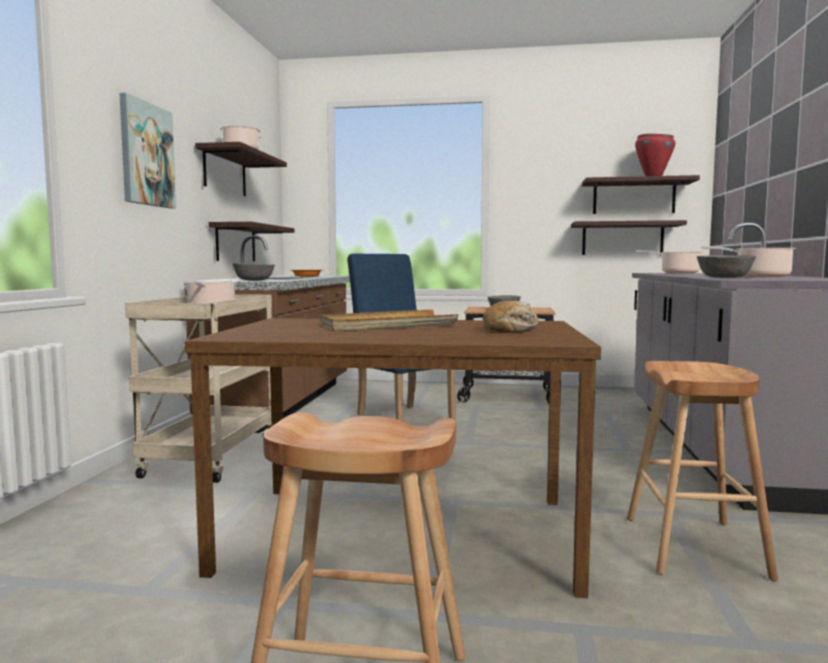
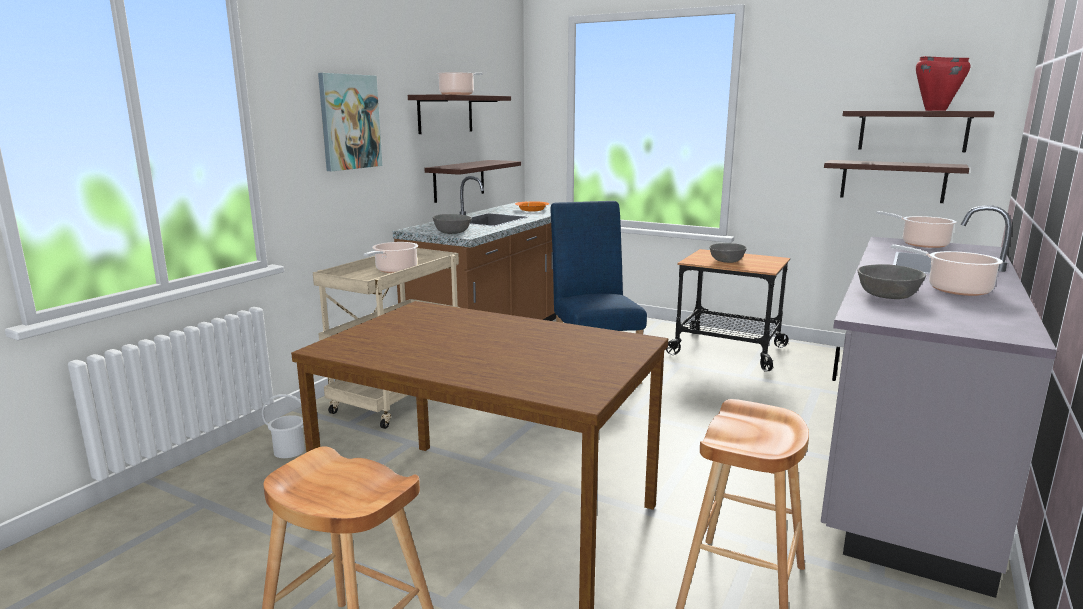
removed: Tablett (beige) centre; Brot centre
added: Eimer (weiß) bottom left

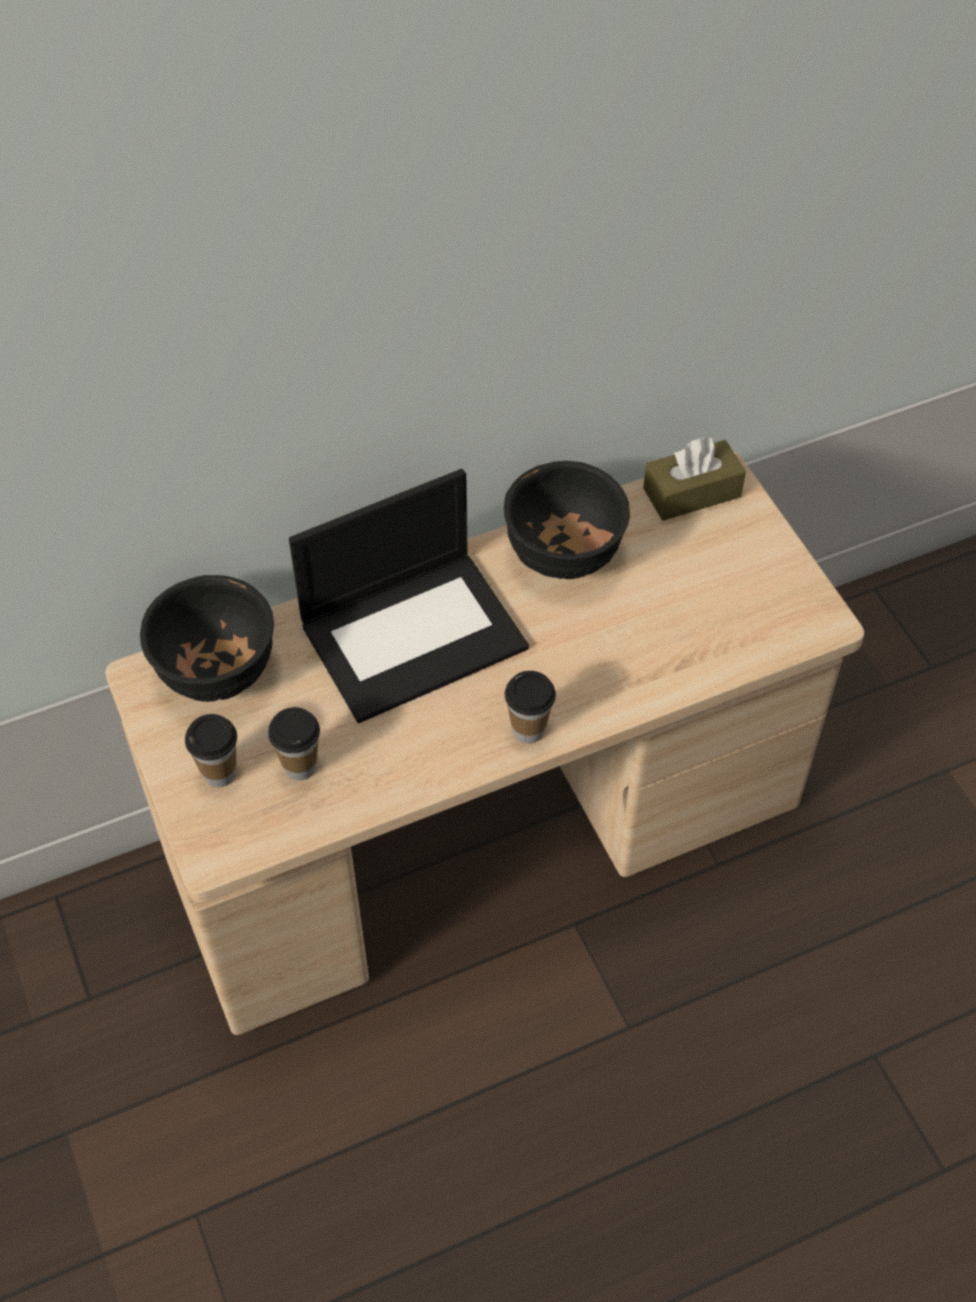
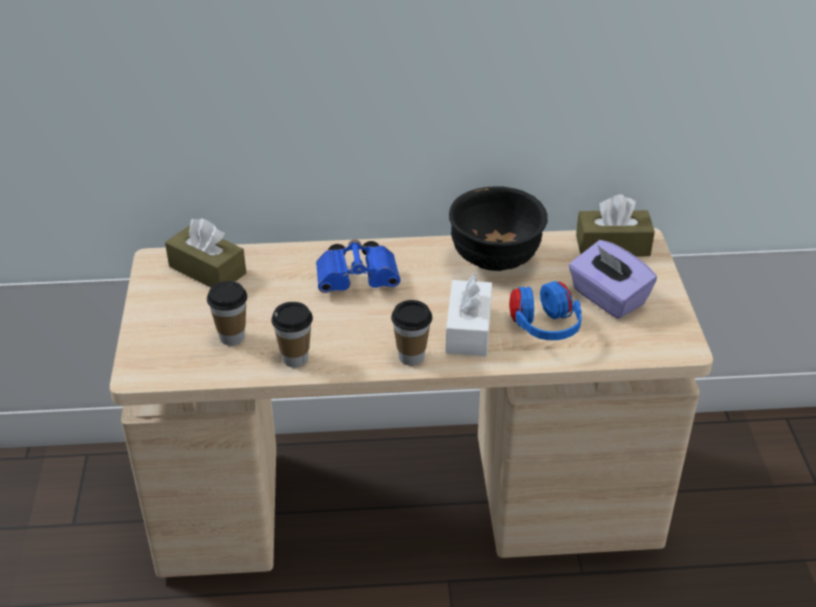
added: Taschentuchbox (weiß) centre; Kopfhörer (blau) middle right; Taschentuchbox (lila) middle right
moved: Tasse (1st from left in the first image) middle left to Tasse (2nd from left) centre
replaced: Schüssel (schwarz) (1st from left) middle left to Taschentuchbox (braun) (1st from left) middle left; Laptop centre to Fernglas (blau) centre

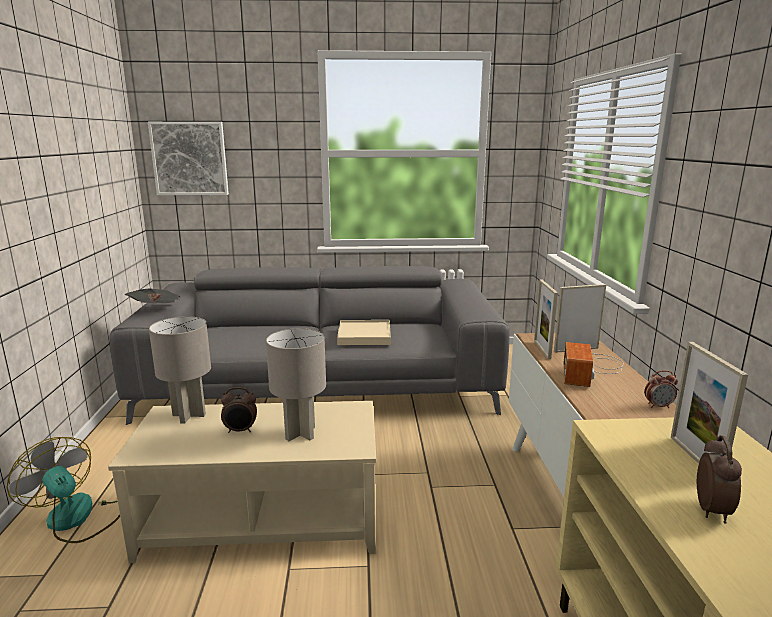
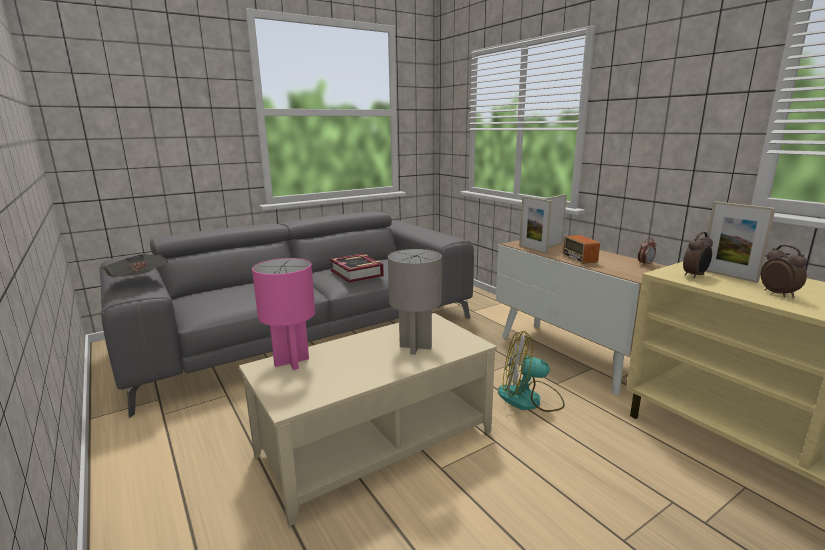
removed: Bild top left
moved: Ventilator bottom left to bottom centre; Wecker (1st from left in the first image) middle left to Wecker (2nd from left) middle right
replaced: Tablett (beige) centre to Buch centre
recoloured: Tischlampe (grau) (1st from left) middle left to Tischlampe (rosa) centre

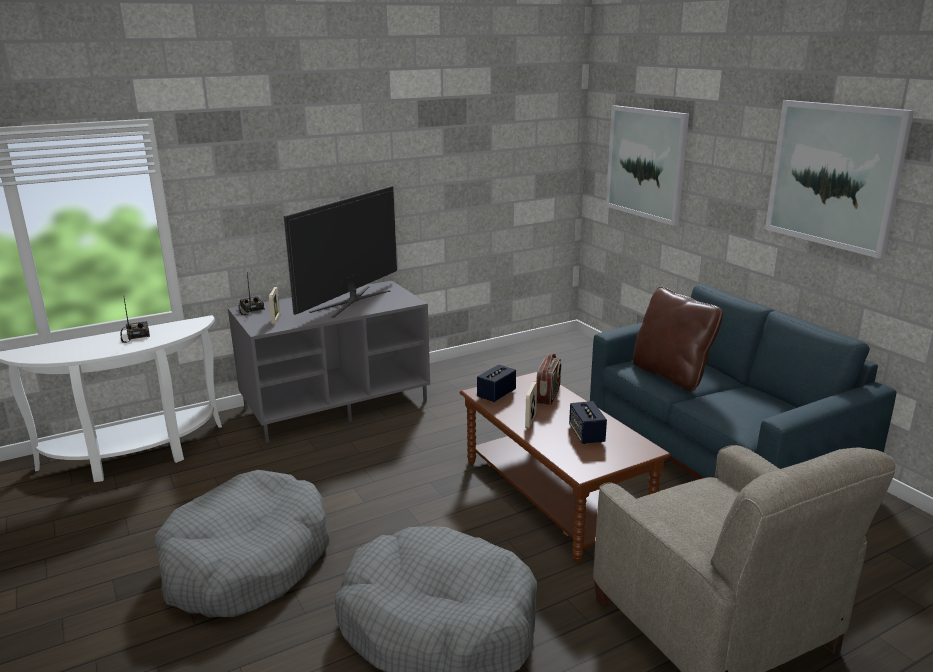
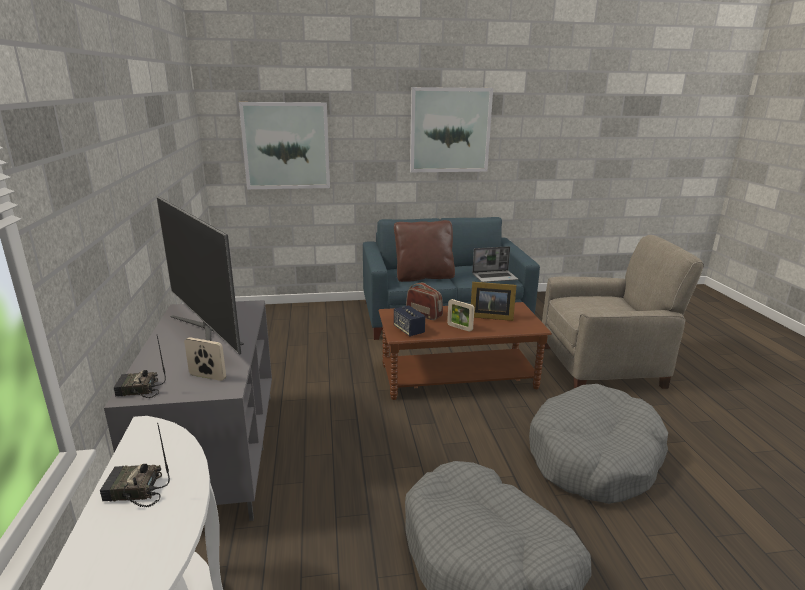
added: Laptop centre
replaced: Lautsprecher (2nd from left) centre to Bilderrahmen (3rd from left) centre

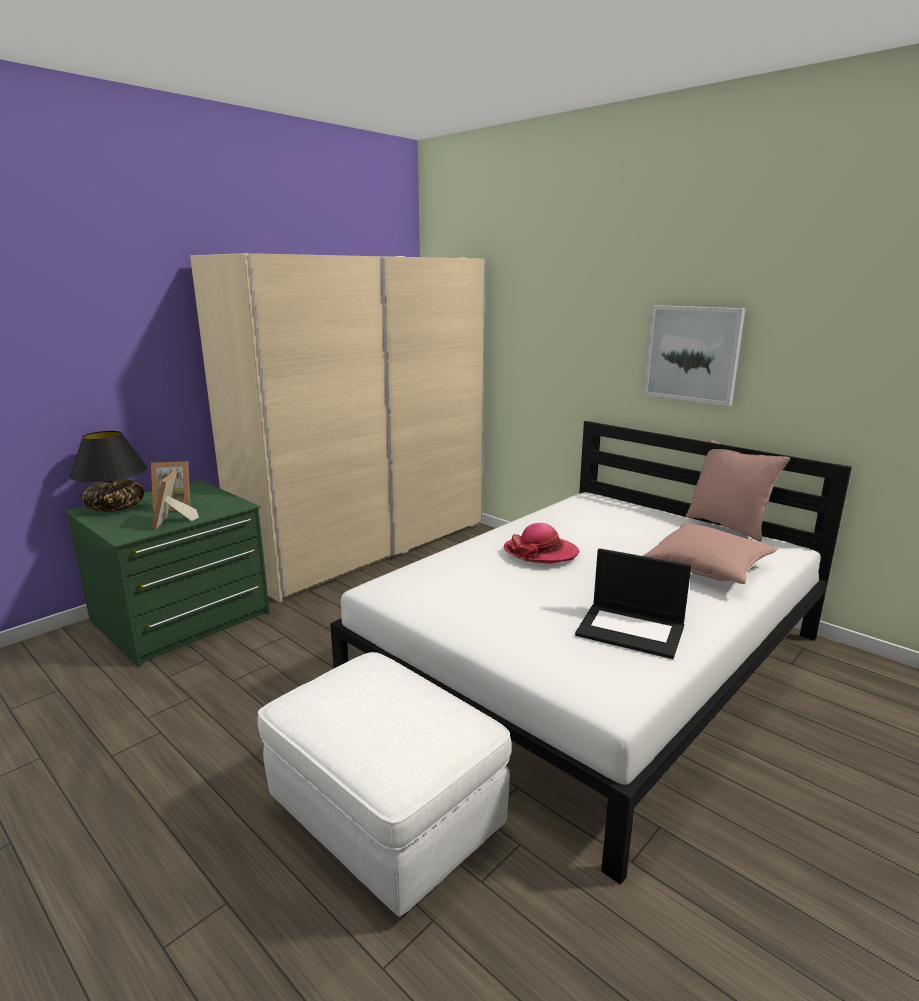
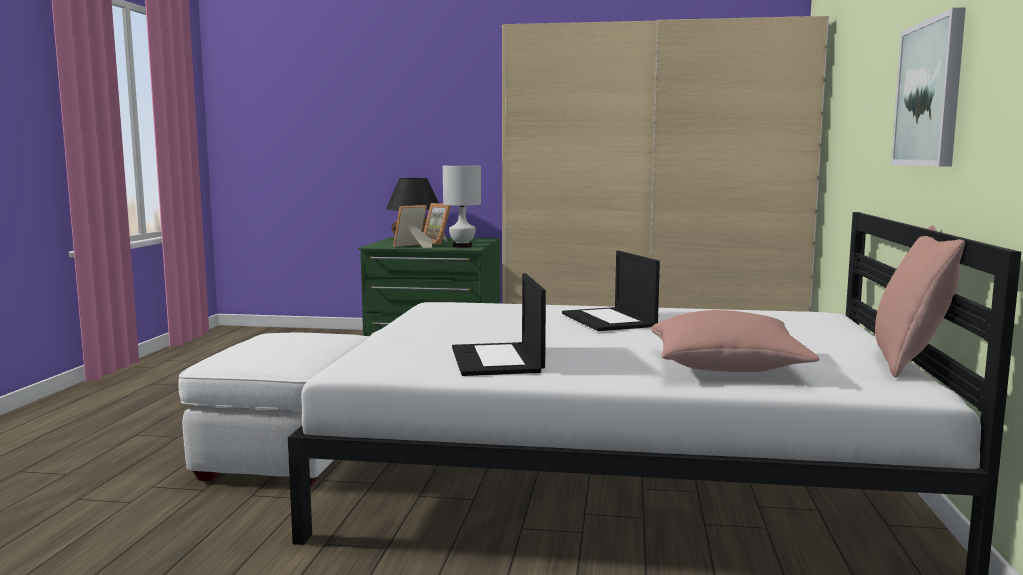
added: Tischlampe (weiß) centre
replaced: Hut centre to Laptop (2nd from left) centre

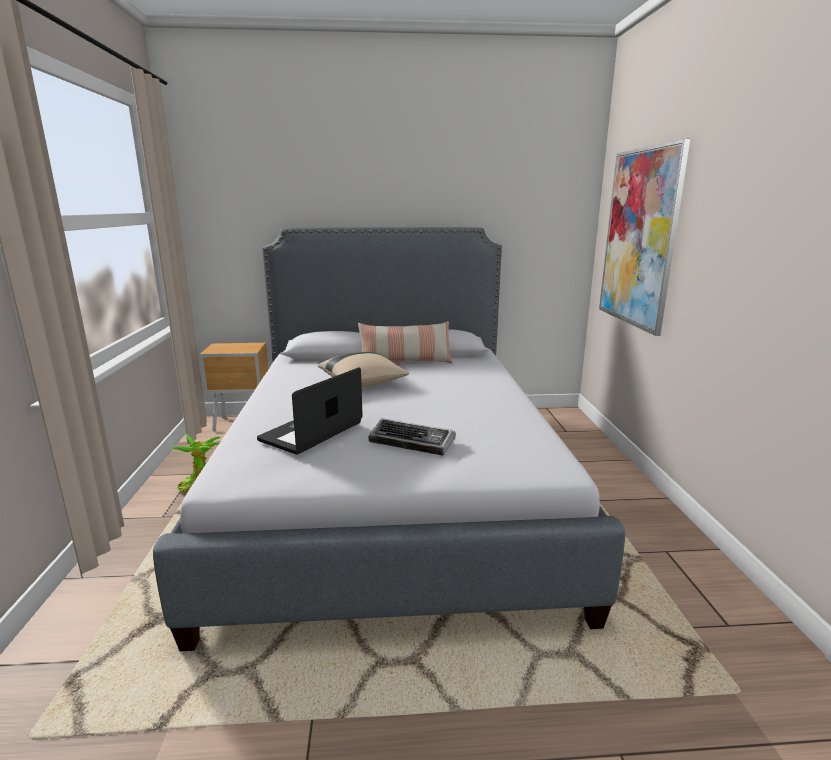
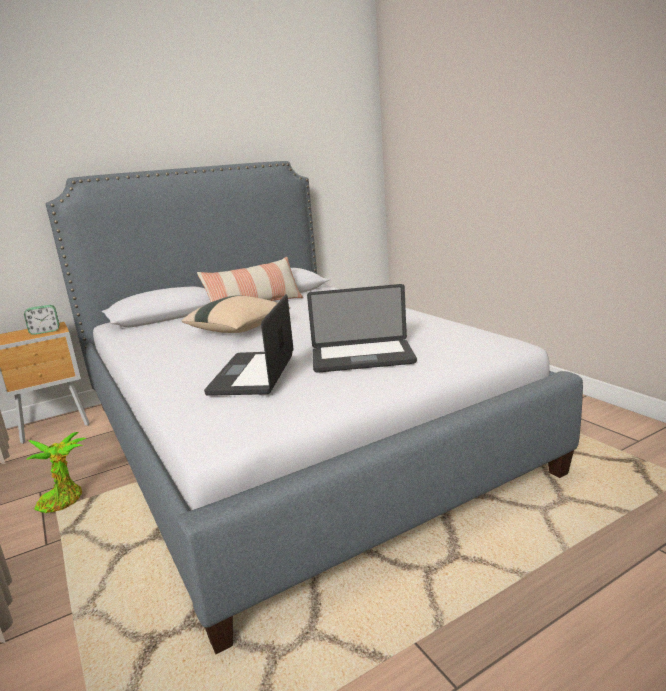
removed: Bild top right
added: Wecker middle left
replaced: Tastatur centre to Laptop (2nd from left) centre

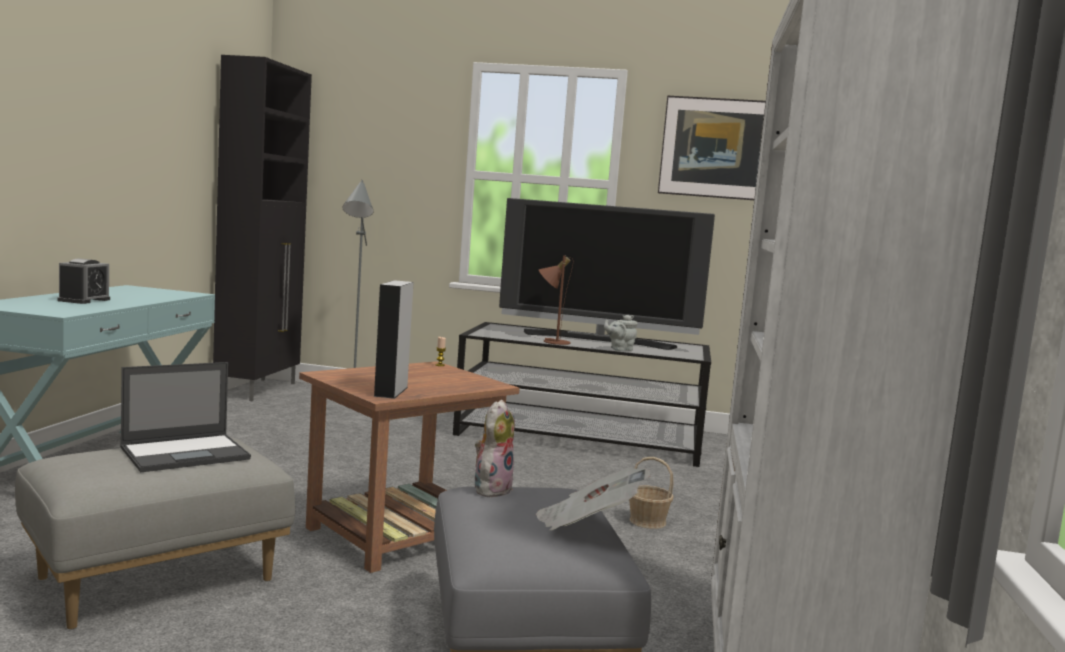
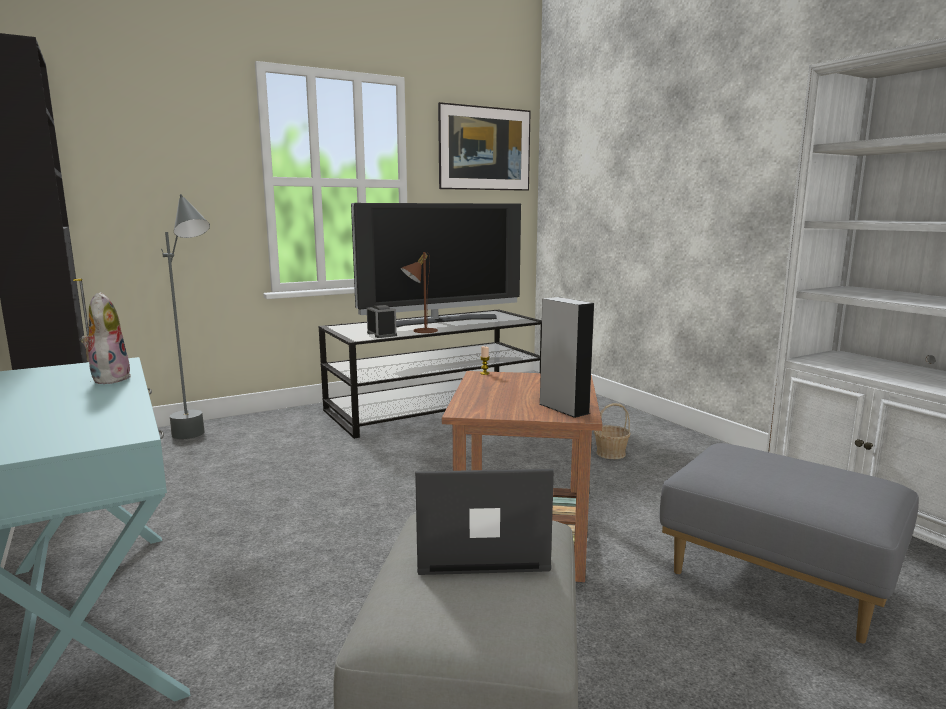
removed: Zeitung bottom centre; Teekanne (grau) centre
moved: Plüschtier bottom centre to middle left; Wecker middle left to centre
turned: Laptop middle left = bottom centre 105 degrees counterclockwise

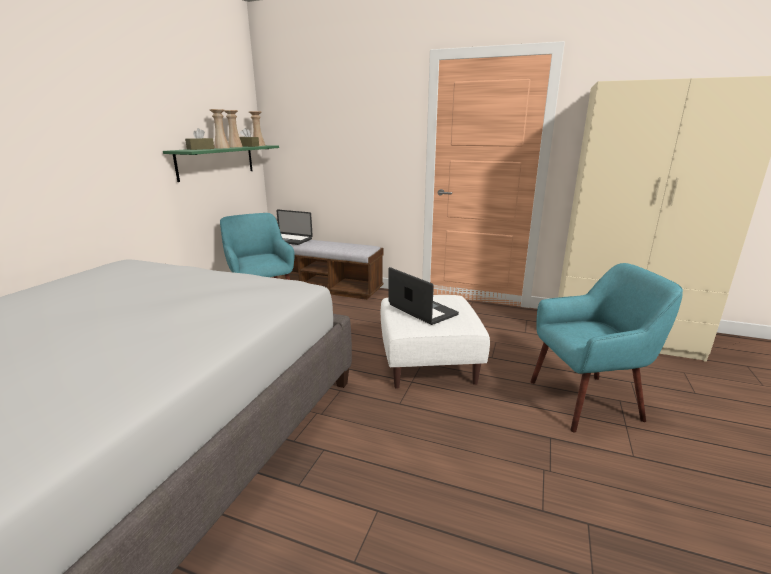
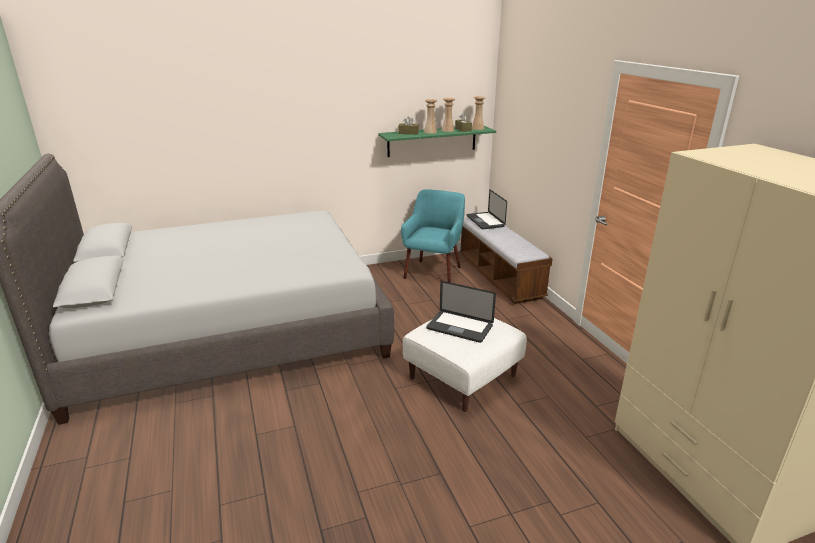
removed: Sessel (türkis) (2nd from left) middle right
turned: Laptop (2nd from left in the first image) centre = centre 105 degrees clockwise

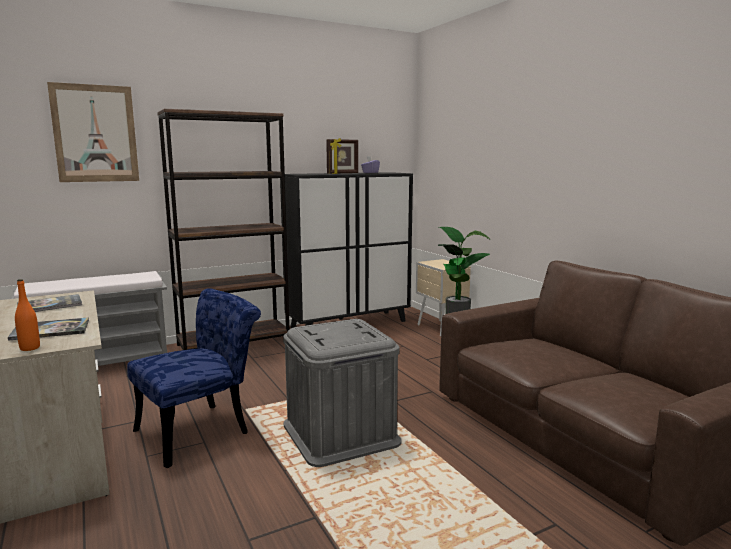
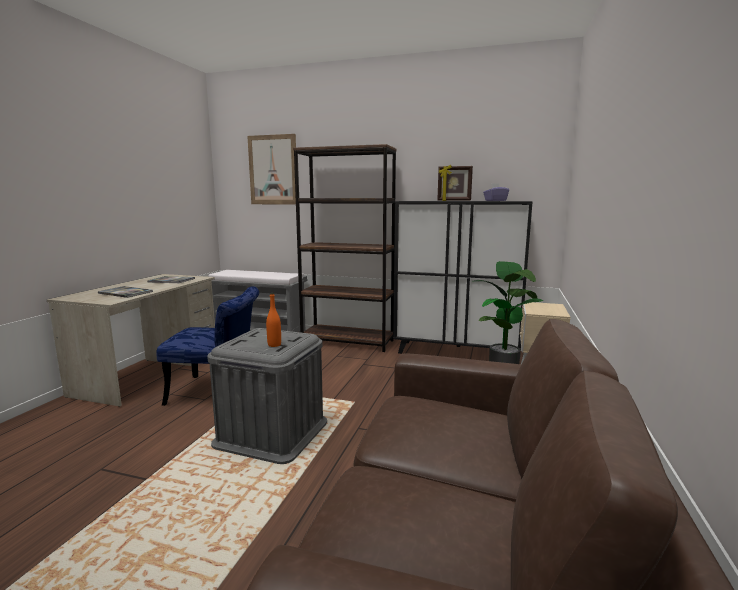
moved: Flasche (orange) middle left to centre

